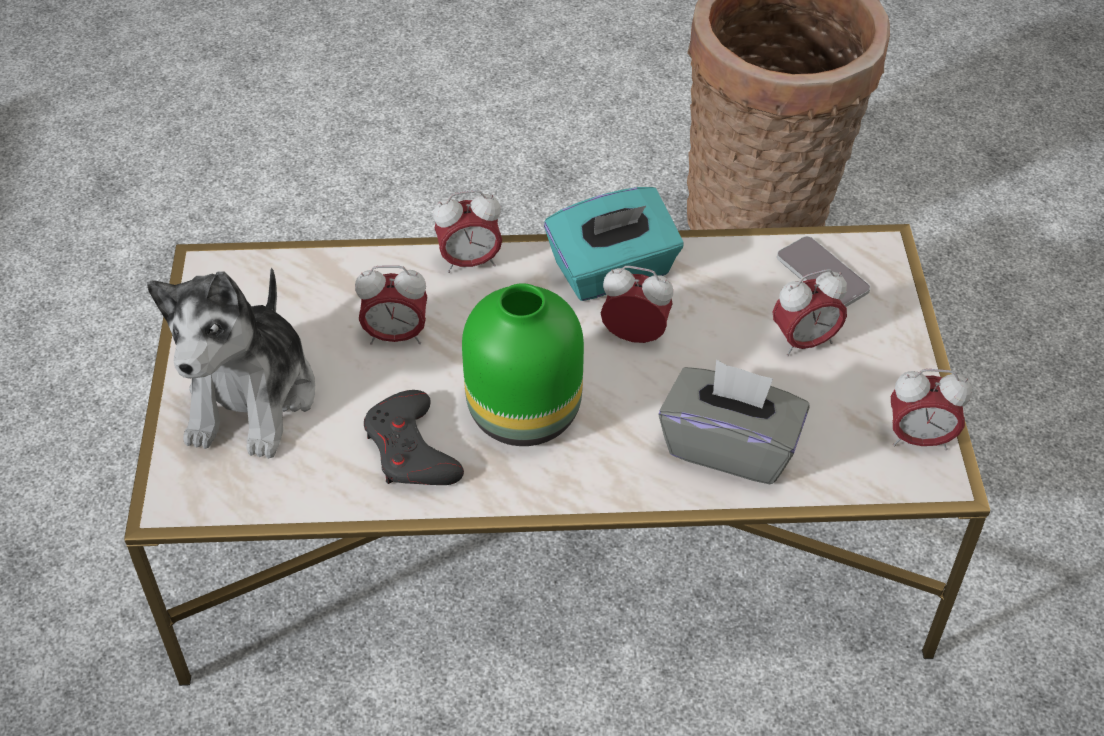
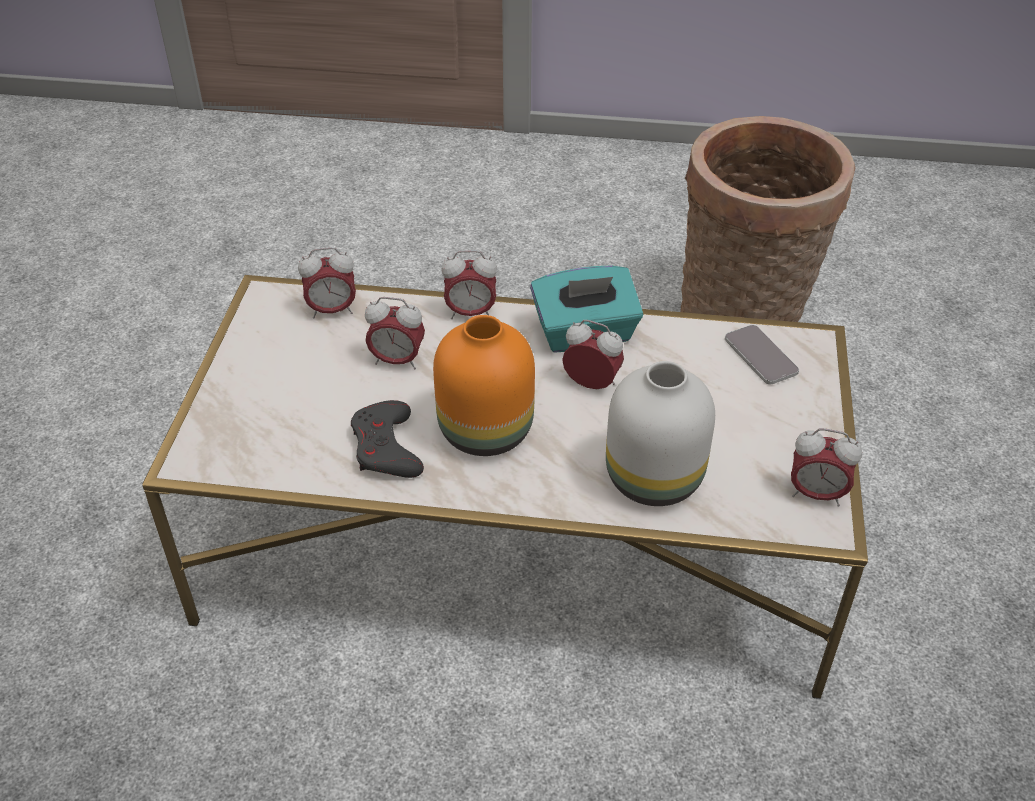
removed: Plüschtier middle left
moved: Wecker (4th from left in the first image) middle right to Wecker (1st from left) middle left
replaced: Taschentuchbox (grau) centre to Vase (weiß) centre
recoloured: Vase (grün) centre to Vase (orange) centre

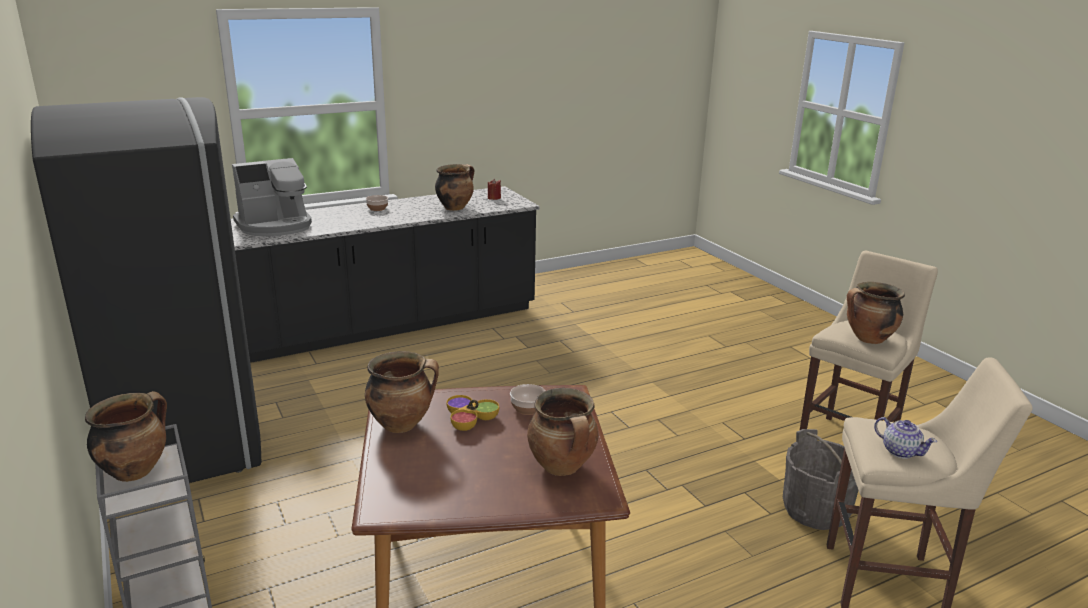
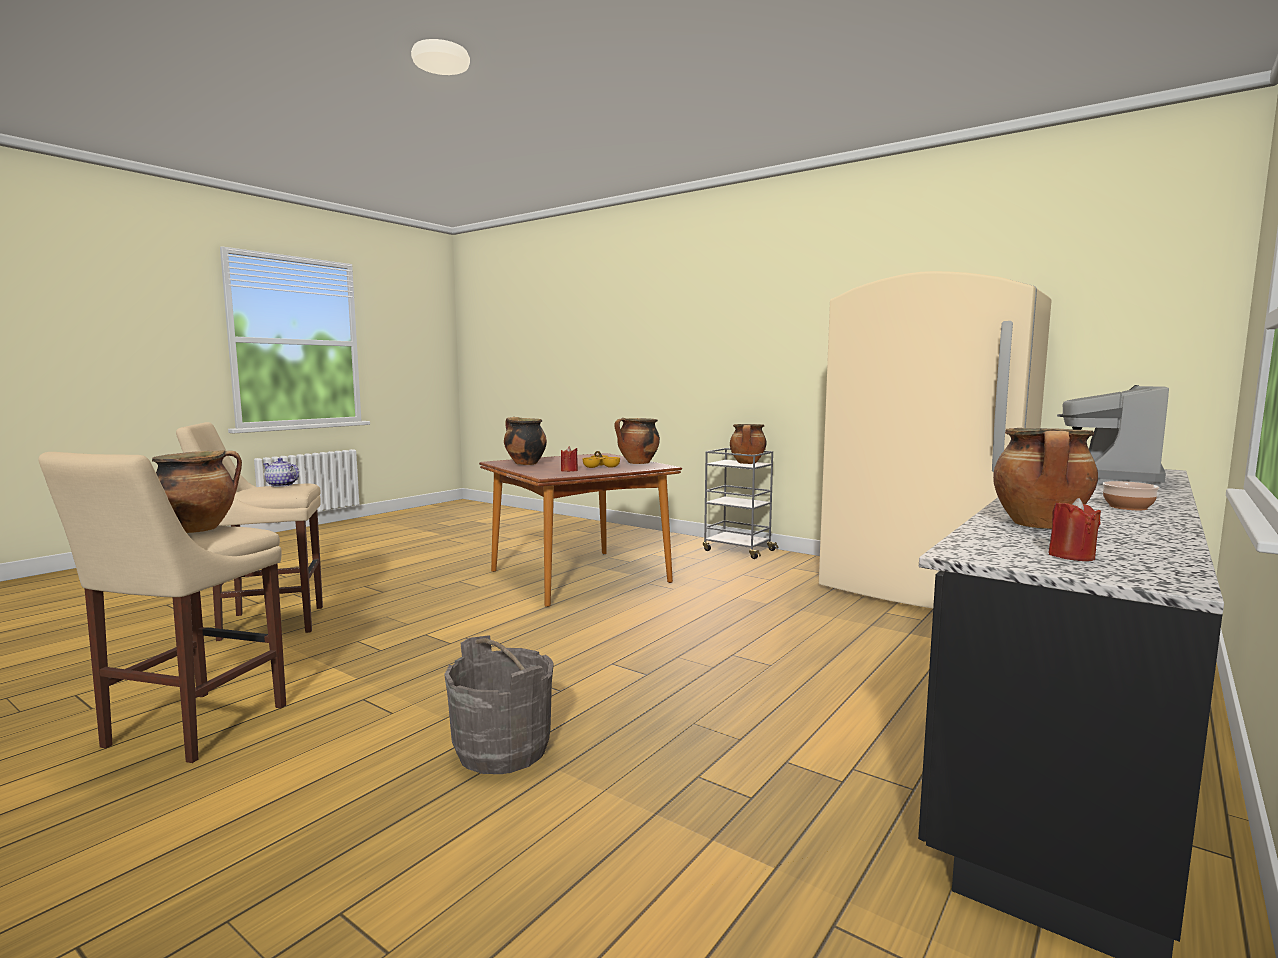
moved: Eimer (grau) bottom right to bottom centre
replaced: Schüssel (3rd from left) centre to Kerze (rot) (1st from left) centre
recoloured: Kühlschrank (schwarz) middle left to Kühlschrank (beige) middle right

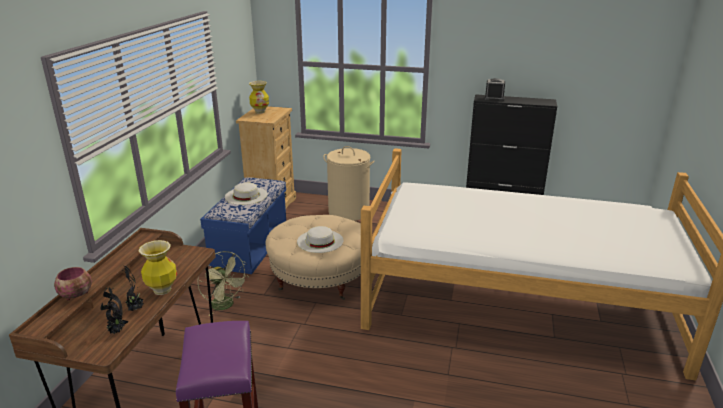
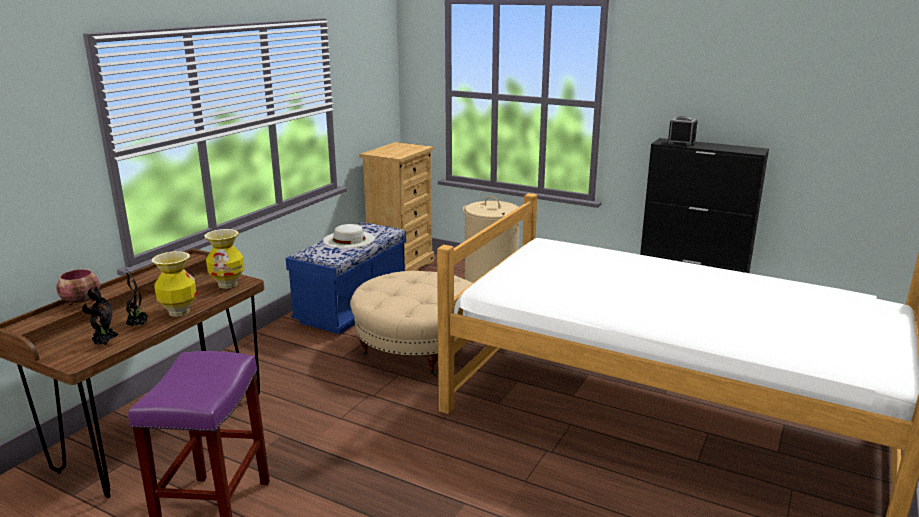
removed: Ventilator (grün) bottom left; Hut (weiß) (2nd from left) centre
moved: Vase (2nd from left) top centre to middle left

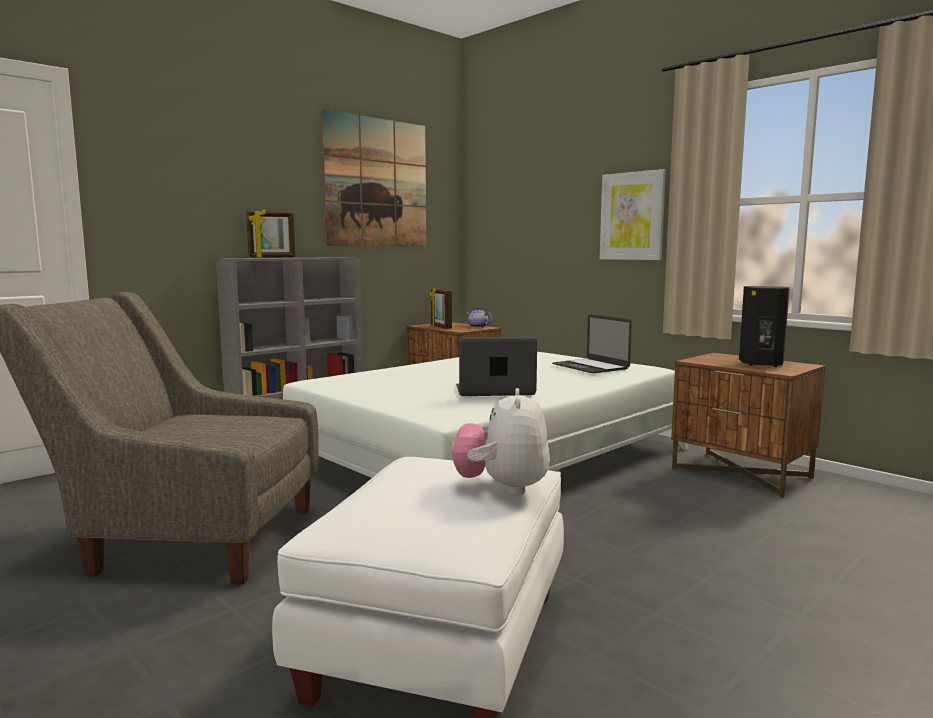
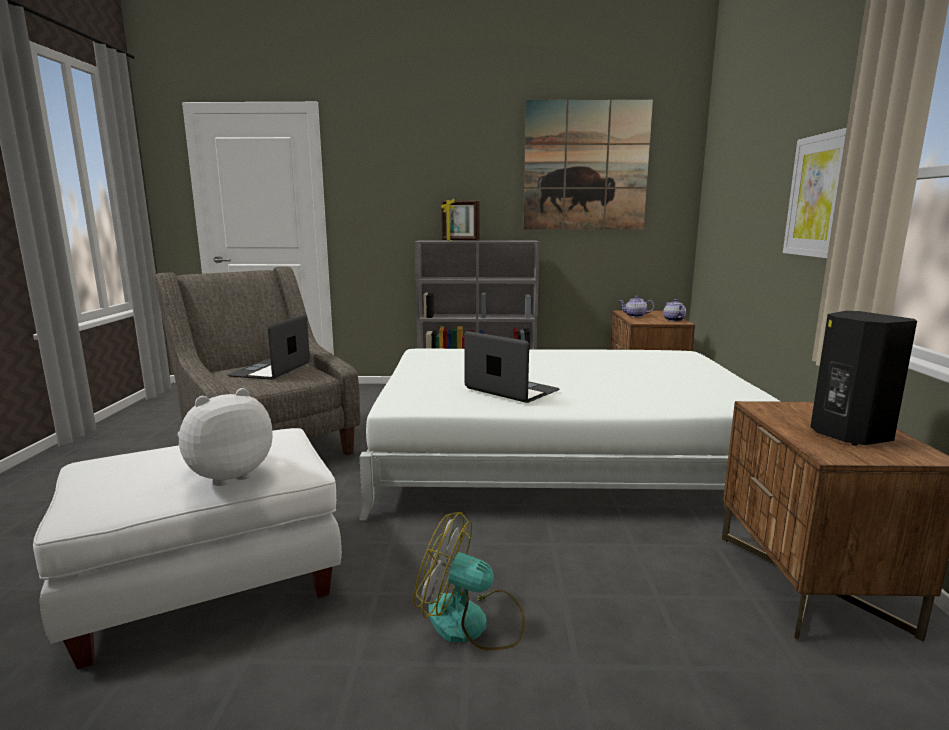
added: Ventilator bottom centre
moved: Laptop (2nd from left in the first image) centre to Laptop (1st from left) middle left
replaced: Bilderrahmen (2nd from left) centre to Teekanne (1st from left) middle right

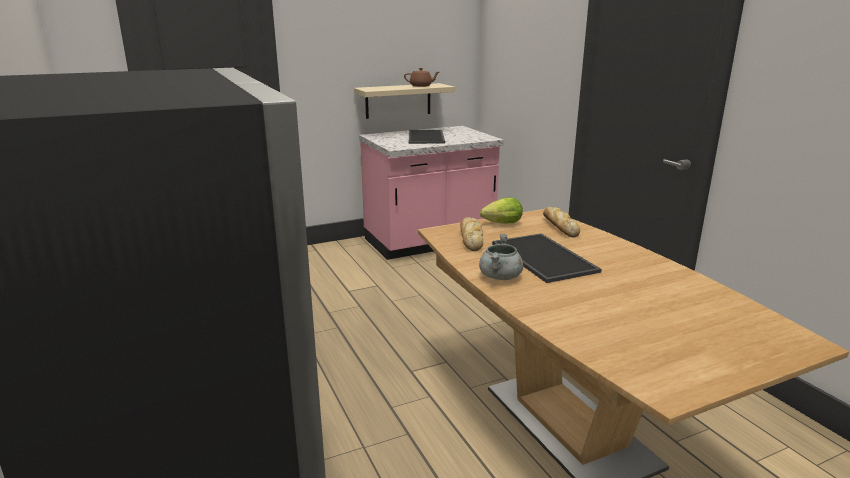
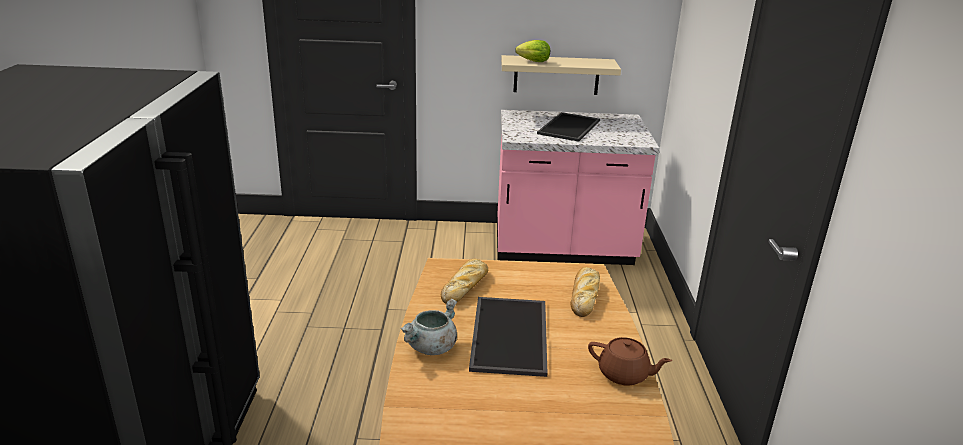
moved: Salatkopf centre to top centre; Teekanne (braun) top centre to bottom centre

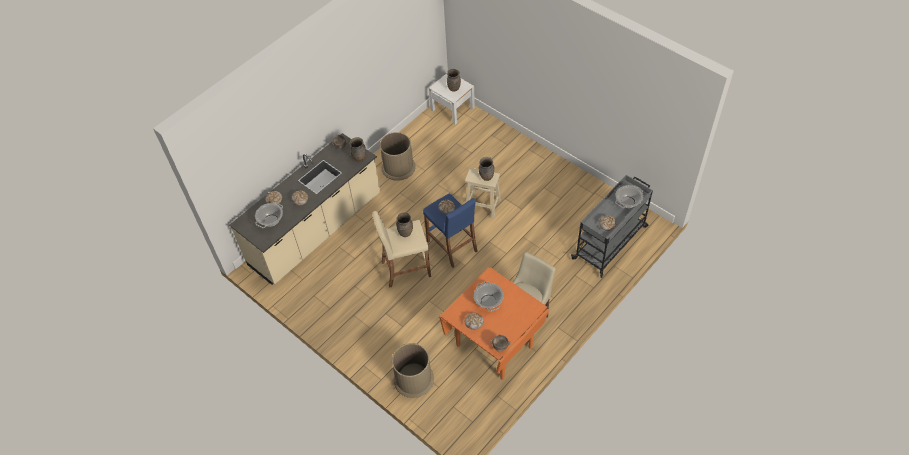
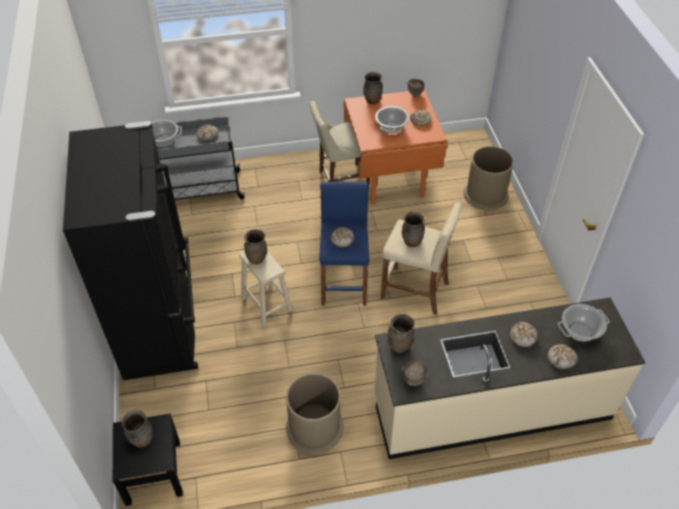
added: Kühlschrank (schwarz) middle left; Vase (braun) (3rd from left) top centre
recoloured: Nachttisch (weiß) top centre to Nachttisch (schwarz) bottom left

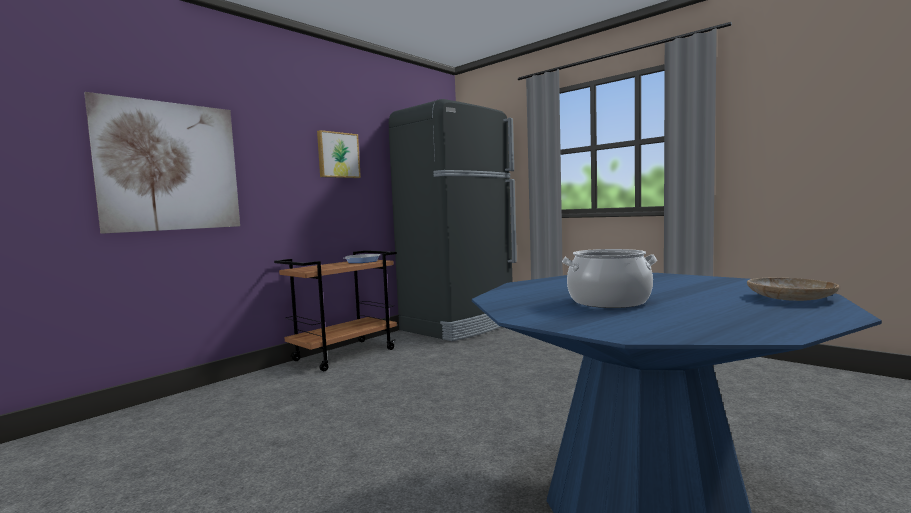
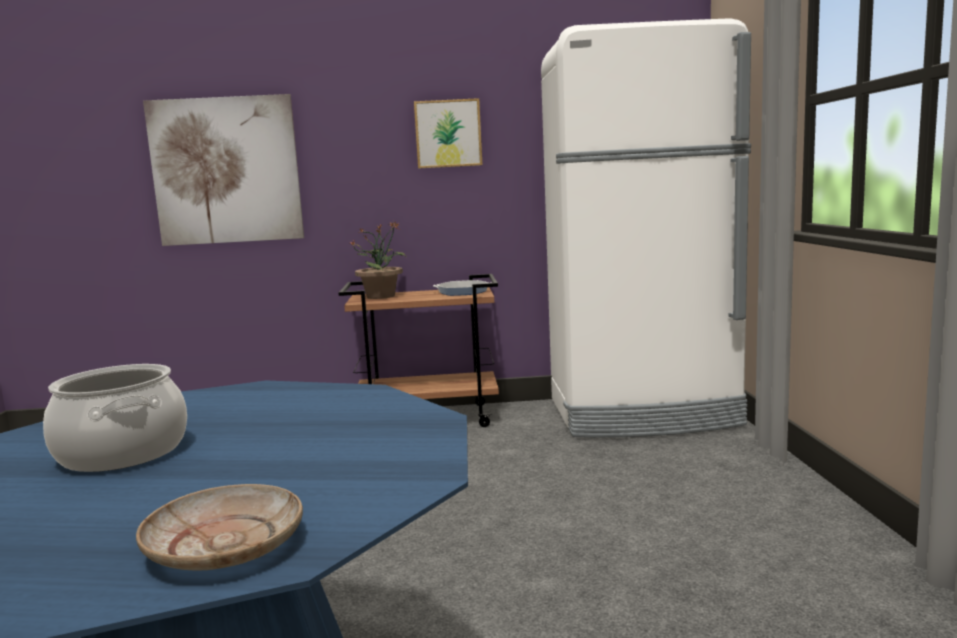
added: Topfpflanze centre
recoloured: Kühlschrank (schwarz) centre to Kühlschrank (weiß) middle right

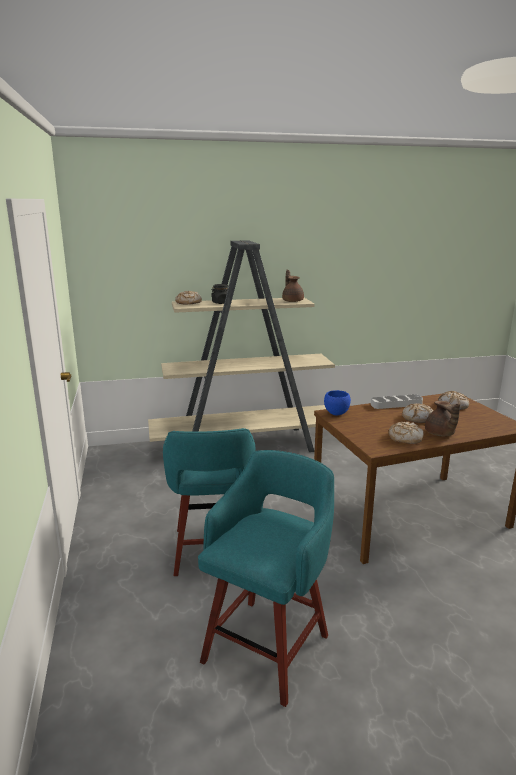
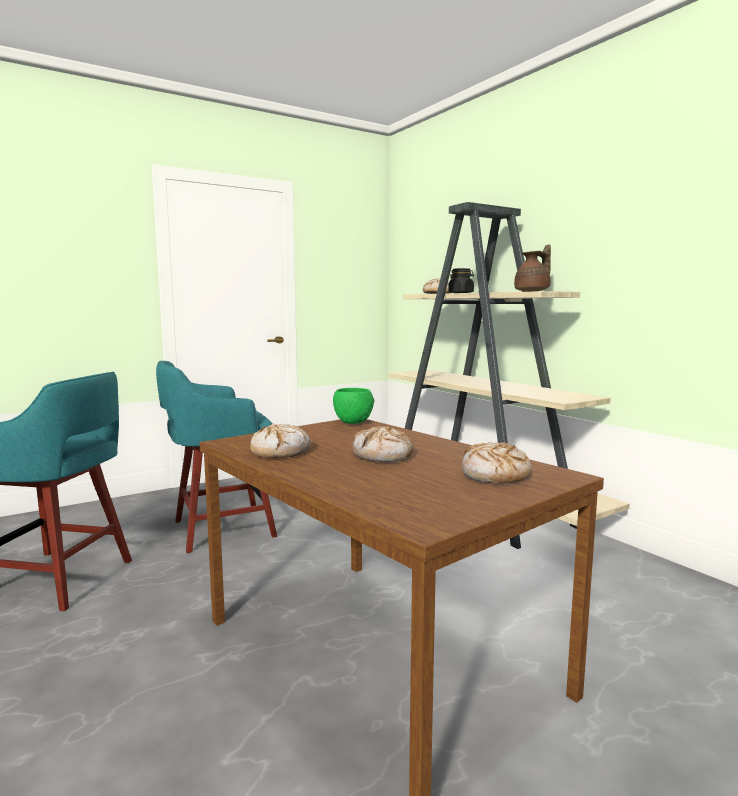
removed: Tablett (grau) middle right; Teekanne (braun) (2nd from left) middle right
recoloured: Schüssel (blau) centre to Schüssel (grün) centre

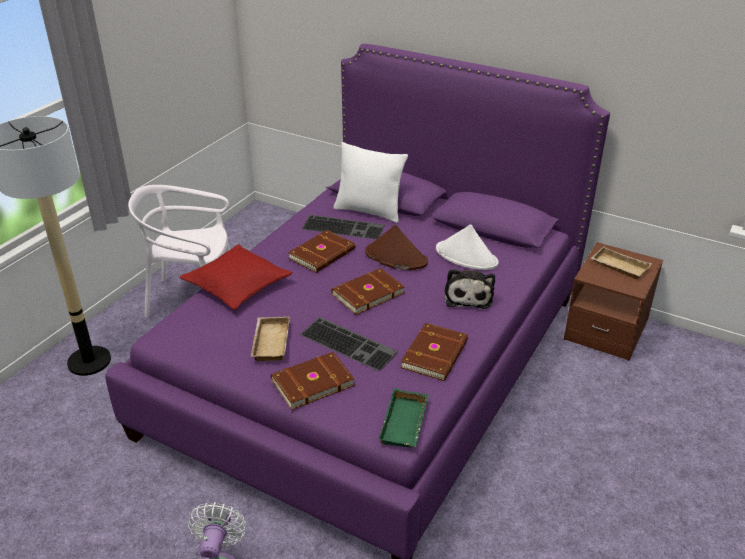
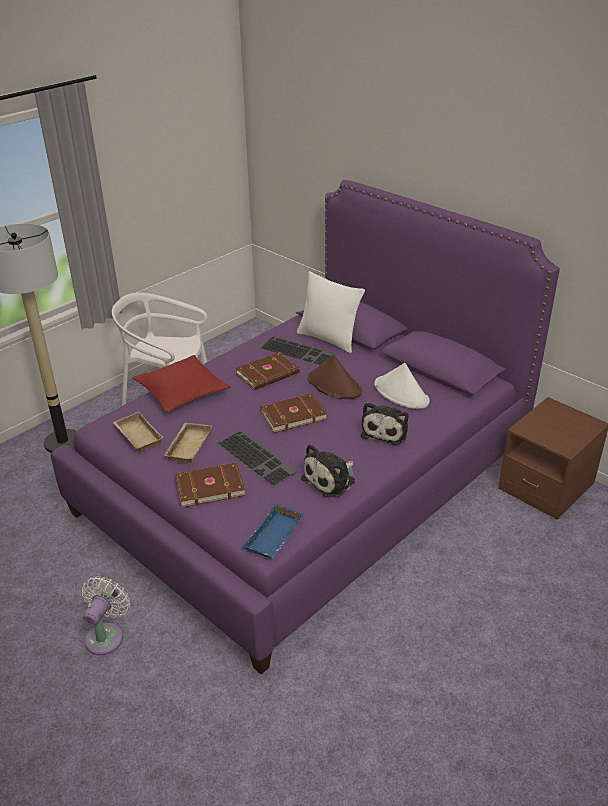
moved: Tablett (beige) (2nd from left in the first image) middle right to Tablett (beige) (1st from left) middle left
replaced: Buch (braun) (4th from left) centre to Plüschtier (1st from left) centre
recoloured: Tablett (grün) bottom centre to Tablett (blau) centre

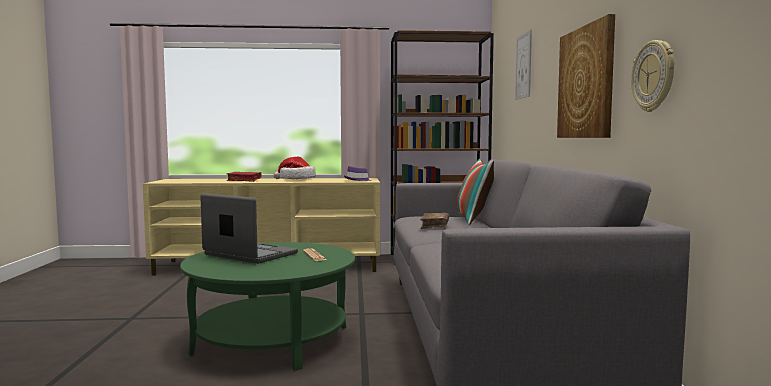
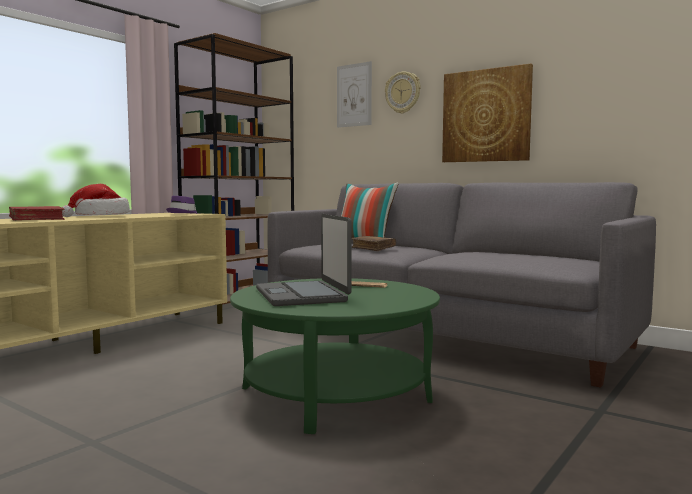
moved: Wanduhr top right to top centre
turned: Laptop middle left = centre 90 degrees counterclockwise

